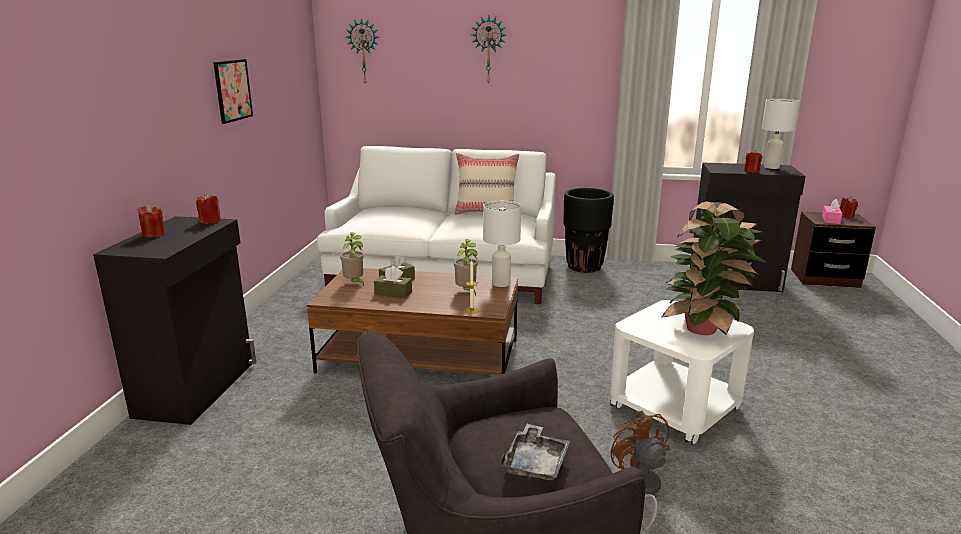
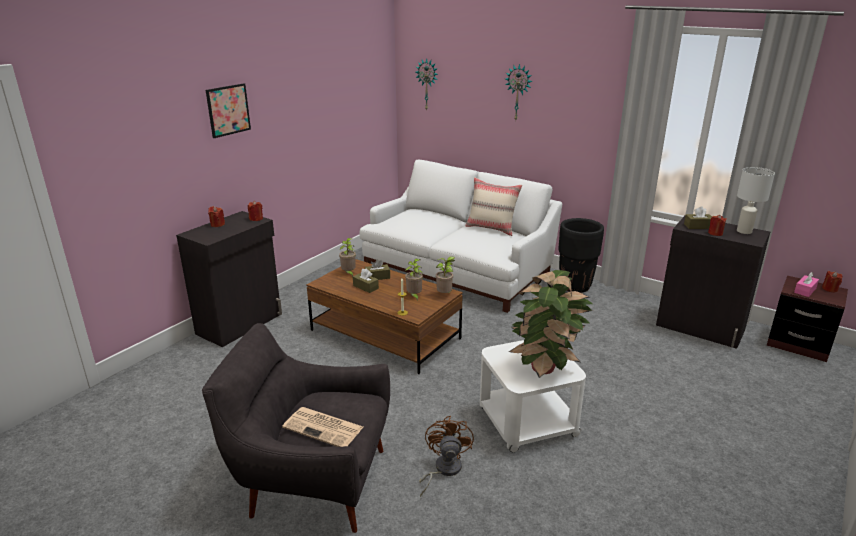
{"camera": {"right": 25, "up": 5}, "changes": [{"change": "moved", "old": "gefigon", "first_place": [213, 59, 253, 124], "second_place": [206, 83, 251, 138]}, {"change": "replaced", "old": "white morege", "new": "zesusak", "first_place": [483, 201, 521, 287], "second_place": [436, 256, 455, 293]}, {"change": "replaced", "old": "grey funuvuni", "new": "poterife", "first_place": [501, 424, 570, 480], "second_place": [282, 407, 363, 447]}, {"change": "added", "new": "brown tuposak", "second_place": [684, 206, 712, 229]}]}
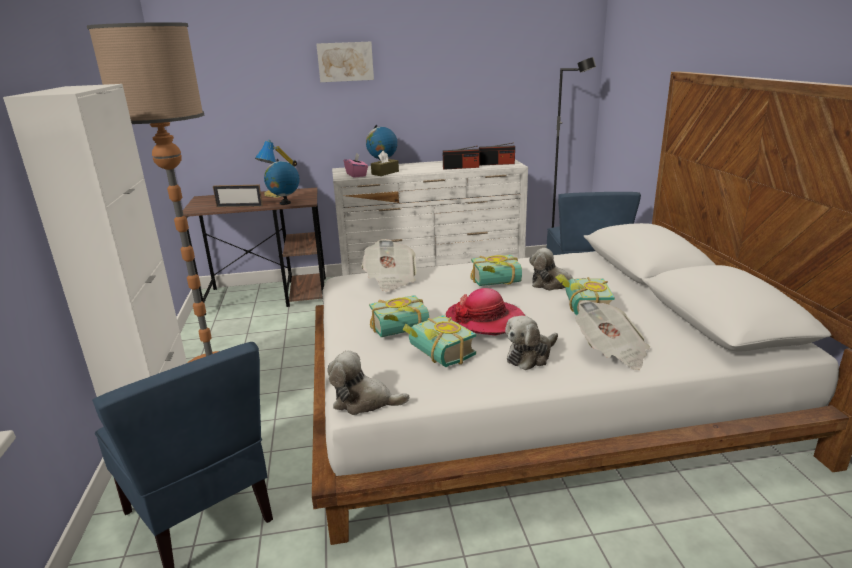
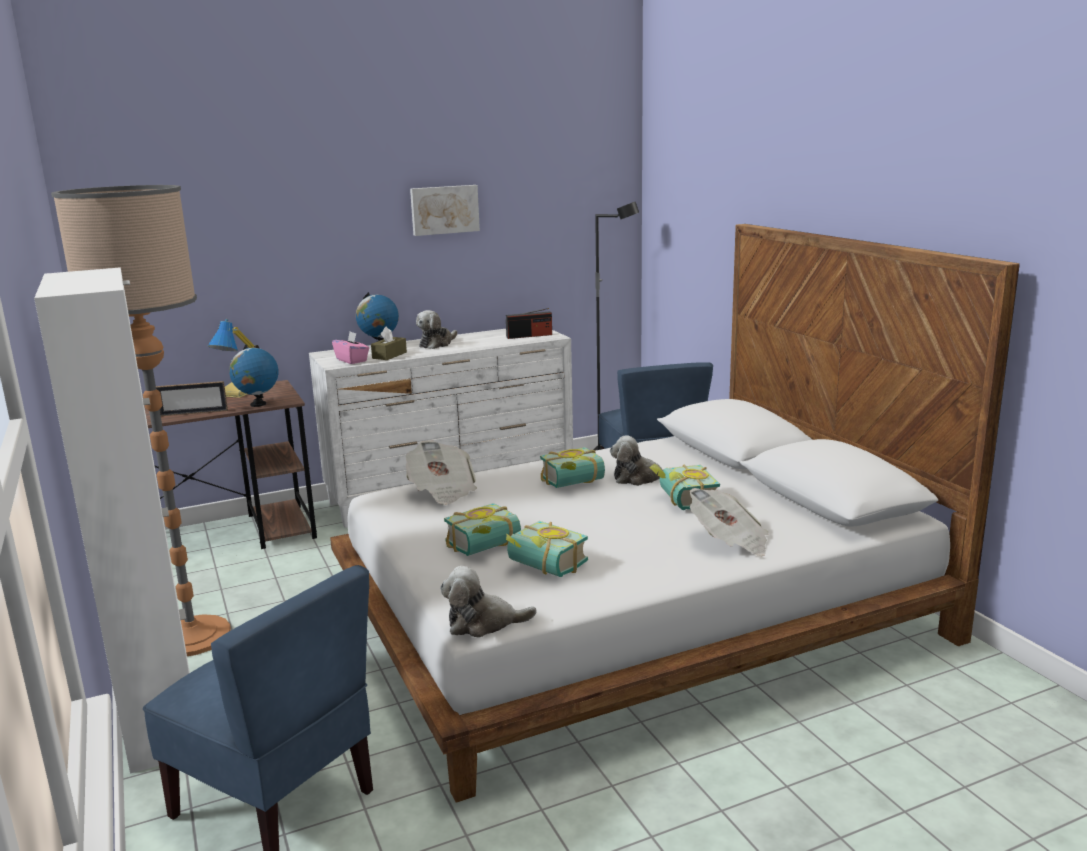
{"camera": {"right": -15, "up": -5}, "changes": [{"change": "moved", "old": "gefigon", "first_place": [316, 42, 374, 82], "second_place": [410, 185, 480, 236]}, {"change": "removed", "old": "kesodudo", "first_place": [443, 146, 479, 170]}, {"change": "removed", "old": "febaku", "first_place": [446, 288, 525, 336]}, {"change": "moved", "old": "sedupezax", "first_place": [505, 316, 558, 370], "second_place": [416, 310, 457, 349]}]}
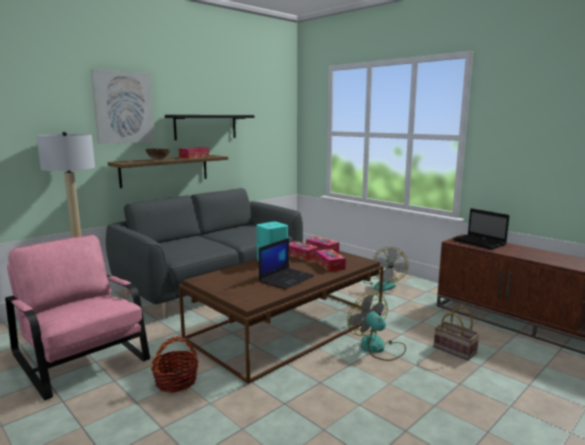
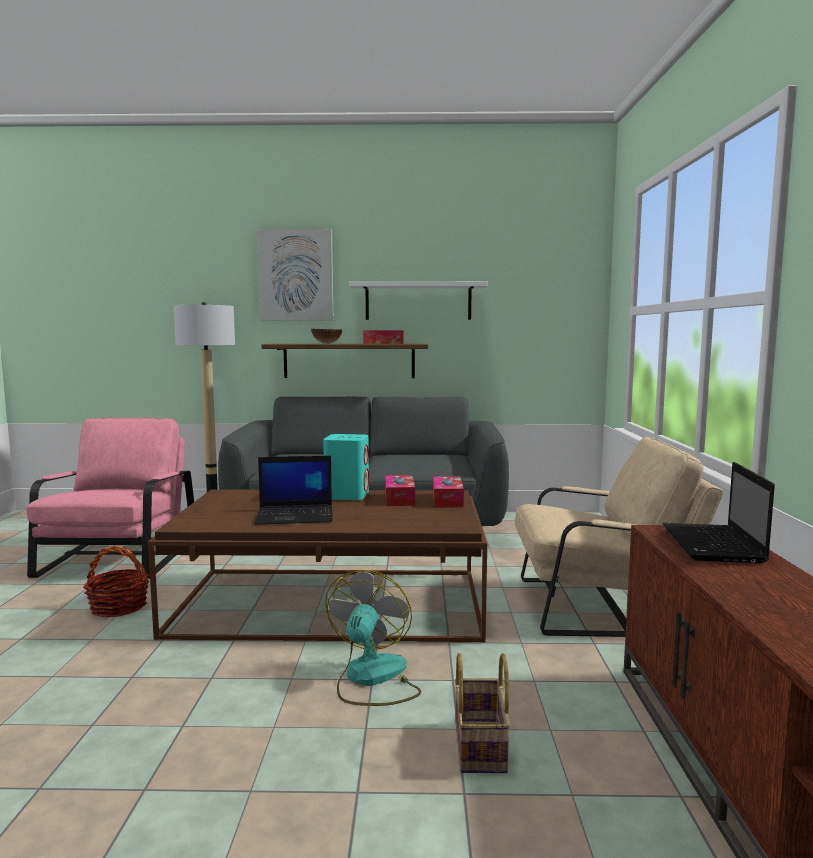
{"camera": {"right": 45, "up": -5}, "changes": [{"change": "recoloured", "old": "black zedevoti", "new": "white zedevoti", "first_place": [165, 115, 254, 140], "second_place": [349, 282, 488, 320]}, {"change": "removed", "old": "tuposak", "first_place": [315, 249, 346, 272]}, {"change": "replaced", "old": "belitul", "new": "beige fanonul", "first_place": [363, 247, 408, 291], "second_place": [515, 436, 723, 637]}]}
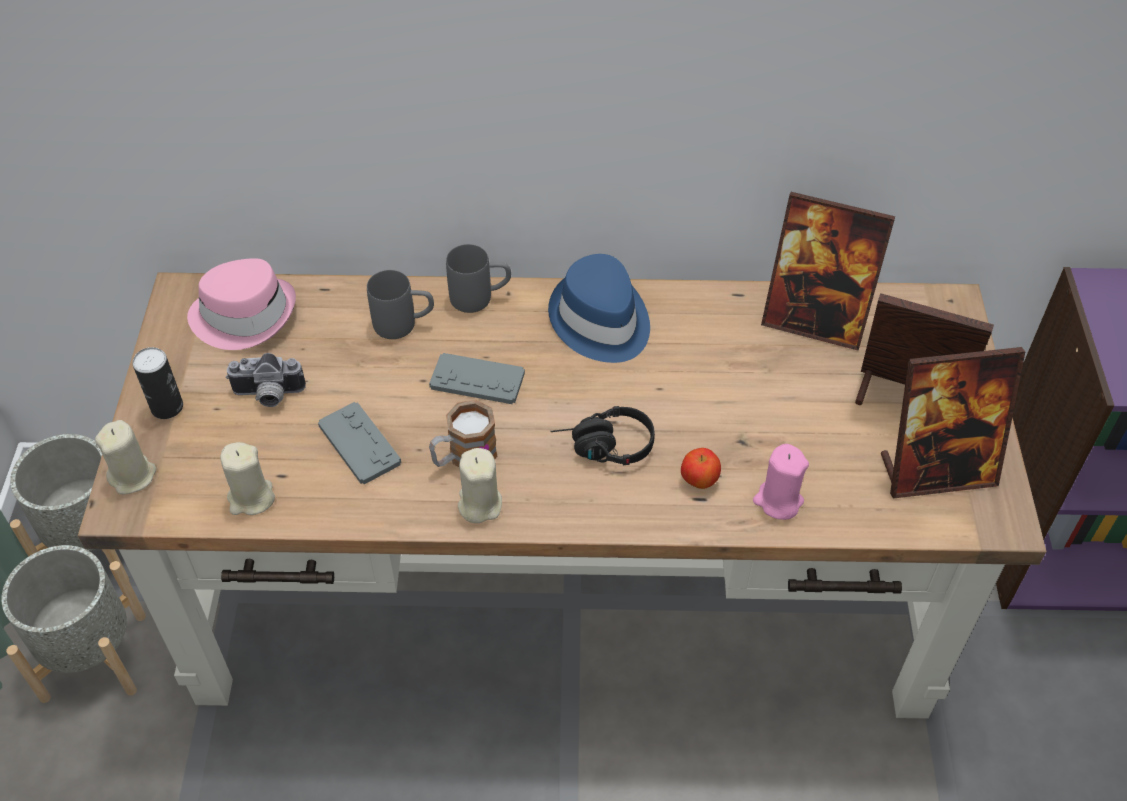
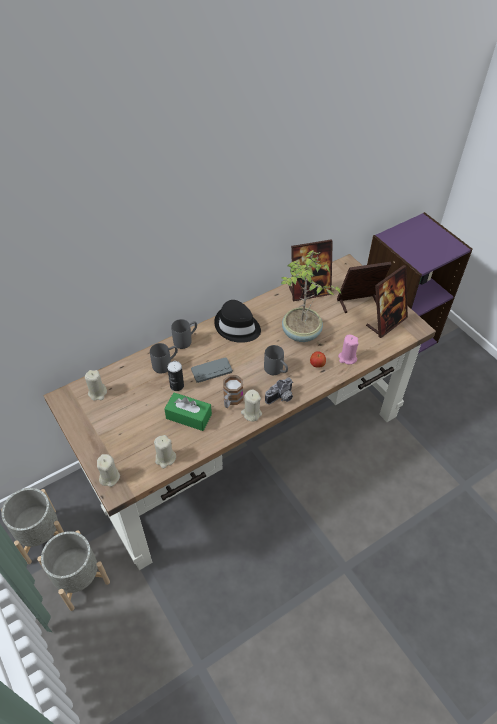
{"camera": {"right": -35, "up": 0}, "changes": [{"change": "moved", "old": "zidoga", "first_place": [132, 347, 183, 419], "second_place": [167, 361, 184, 391]}, {"change": "replaced", "old": "pink febaku", "new": "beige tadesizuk", "first_place": [187, 258, 296, 350], "second_place": [85, 370, 107, 401]}, {"change": "moved", "old": "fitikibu", "first_place": [226, 353, 306, 407], "second_place": [265, 377, 293, 404]}, {"change": "replaced", "old": "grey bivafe", "new": "green tuposak", "first_place": [318, 402, 401, 484], "second_place": [164, 393, 212, 431]}, {"change": "recoloured", "old": "blue febaku", "new": "black febaku", "first_place": [548, 254, 650, 363], "second_place": [214, 300, 261, 343]}, {"change": "replaced", "old": "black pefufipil", "new": "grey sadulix", "first_place": [551, 406, 655, 465], "second_place": [264, 345, 288, 375]}, {"change": "added", "new": "zesusak", "second_place": [281, 250, 341, 342]}]}
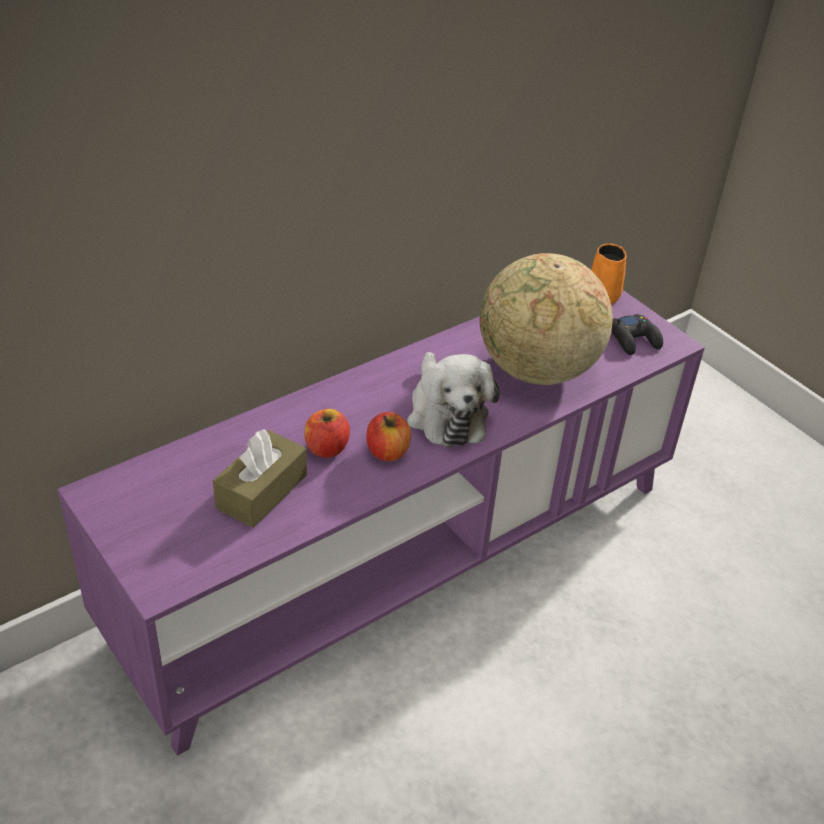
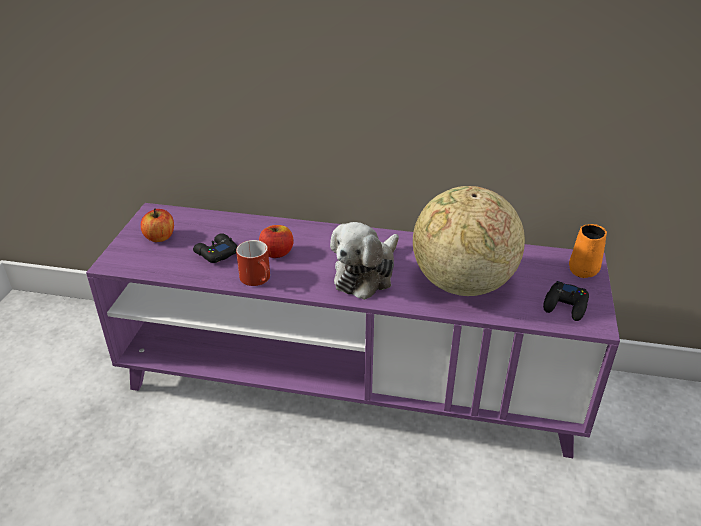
{"camera": {"right": 50, "up": -5}, "changes": [{"change": "replaced", "old": "brown tuposak", "new": "black bivafe", "first_place": [213, 429, 307, 528], "second_place": [193, 233, 237, 263]}, {"change": "moved", "old": "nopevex", "first_place": [366, 412, 411, 461], "second_place": [141, 208, 174, 242]}, {"change": "added", "new": "red sadulix", "second_place": [236, 240, 270, 286]}]}
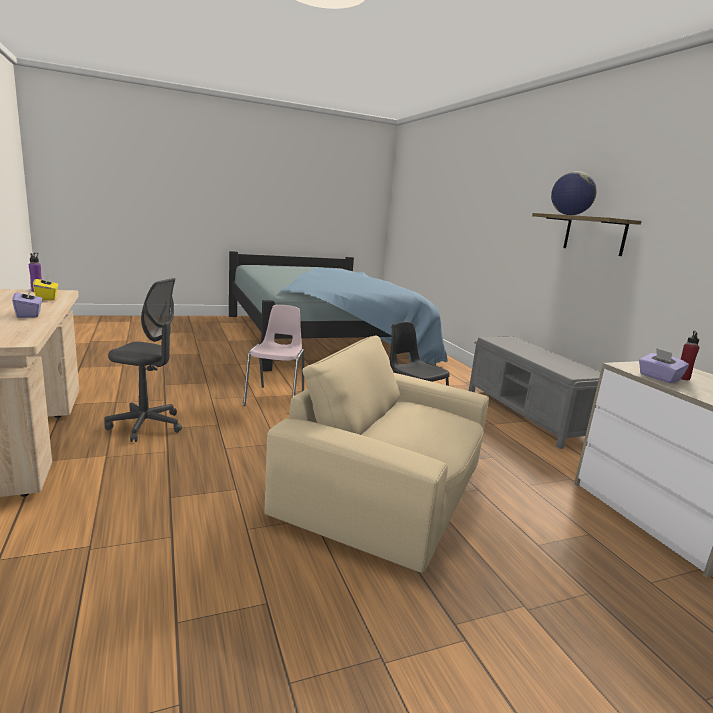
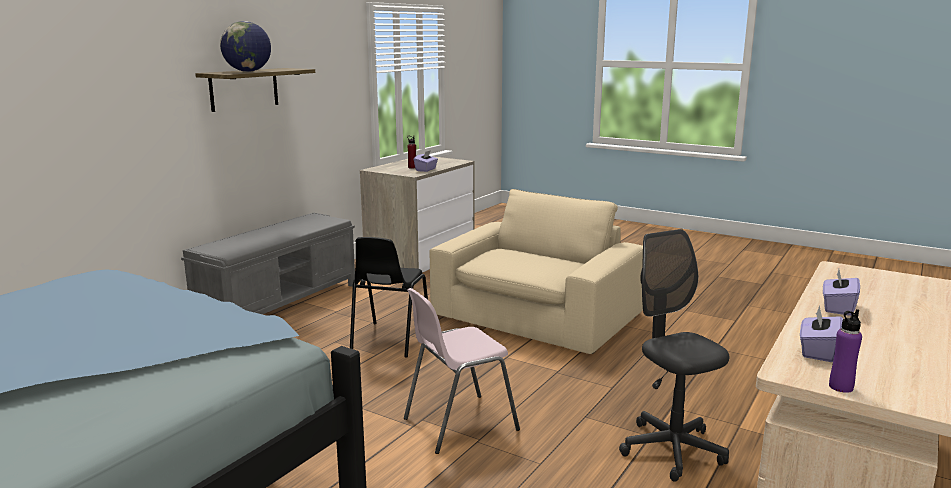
{"camera": {"right": -125, "up": 0}, "changes": [{"change": "recoloured", "old": "yellow tuposak", "new": "purple tuposak", "first_place": [33, 274, 58, 300], "second_place": [800, 305, 843, 362]}, {"change": "turned", "old": "beige fanonul", "first_place": [264, 335, 489, 573], "second_place": [430, 189, 643, 354], "degrees": -135}]}
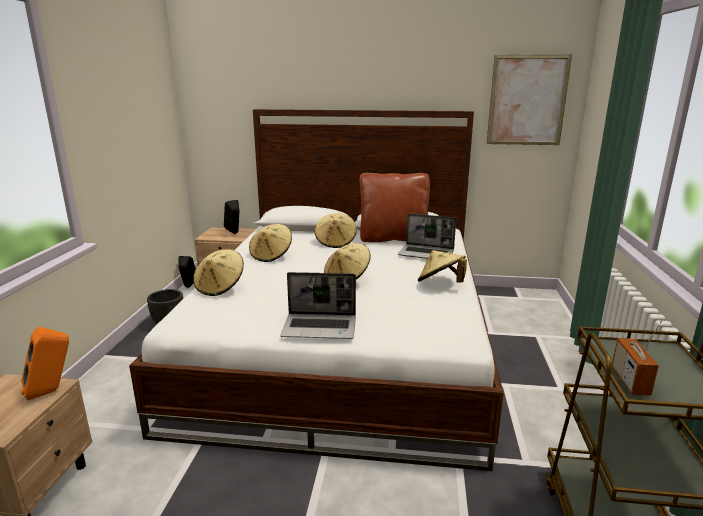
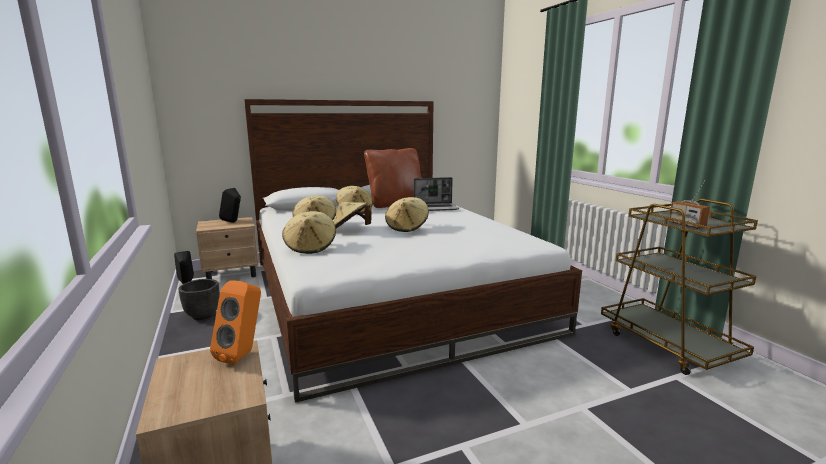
{"camera": {"right": -30, "up": -5}, "changes": [{"change": "removed", "old": "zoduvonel", "first_place": [281, 272, 356, 339]}, {"change": "moved", "old": "beige febaku", "first_place": [418, 250, 467, 283], "second_place": [334, 202, 372, 228]}, {"change": "removed", "old": "gefigon", "first_place": [487, 55, 572, 145]}]}
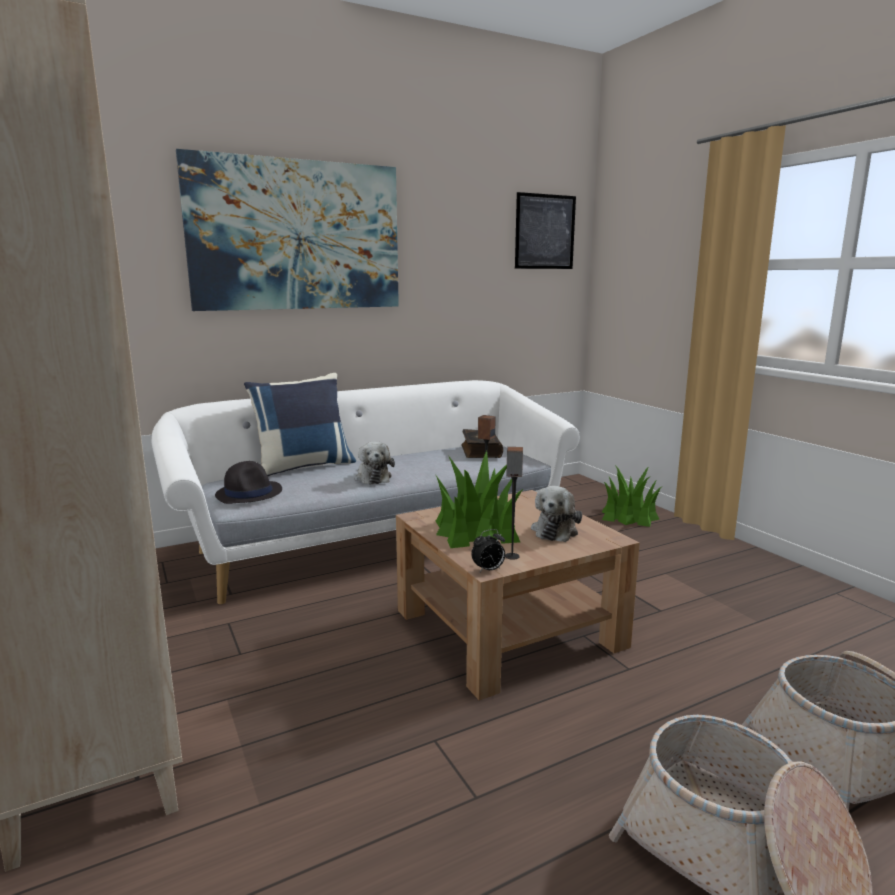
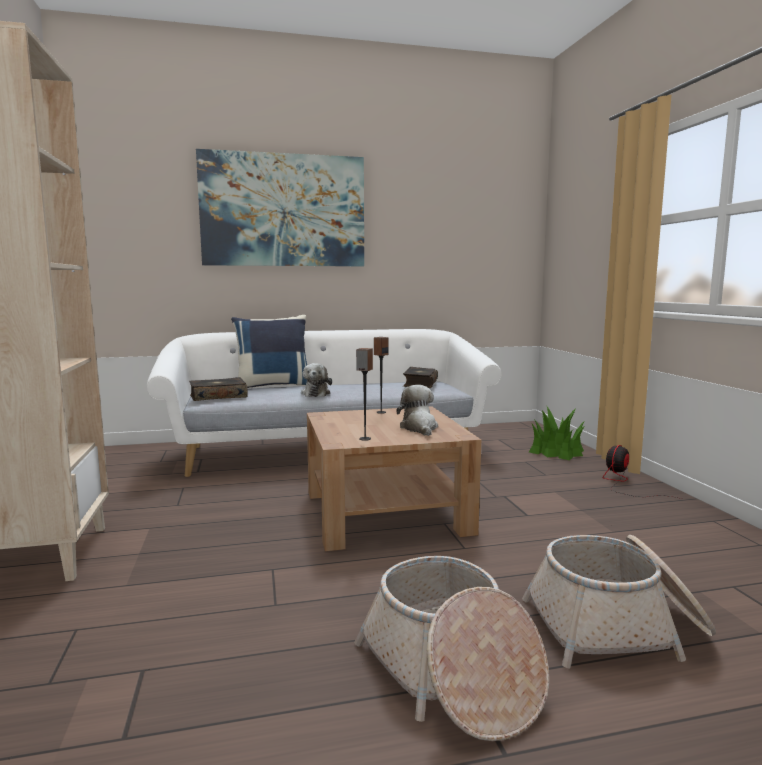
{"camera": {"right": 15, "up": -5}, "changes": [{"change": "replaced", "old": "black febaku", "new": "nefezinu", "first_place": [215, 461, 282, 504], "second_place": [189, 377, 248, 401]}, {"change": "removed", "old": "zesusak", "first_place": [436, 451, 523, 548]}, {"change": "removed", "old": "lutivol", "first_place": [471, 529, 505, 573]}, {"change": "removed", "old": "gefigon", "first_place": [515, 192, 576, 269]}, {"change": "turned", "old": "sedupezax", "first_place": [531, 486, 582, 542], "second_place": [396, 385, 438, 436], "degrees": 135}, {"change": "added", "new": "belitul", "second_place": [603, 445, 682, 499]}]}
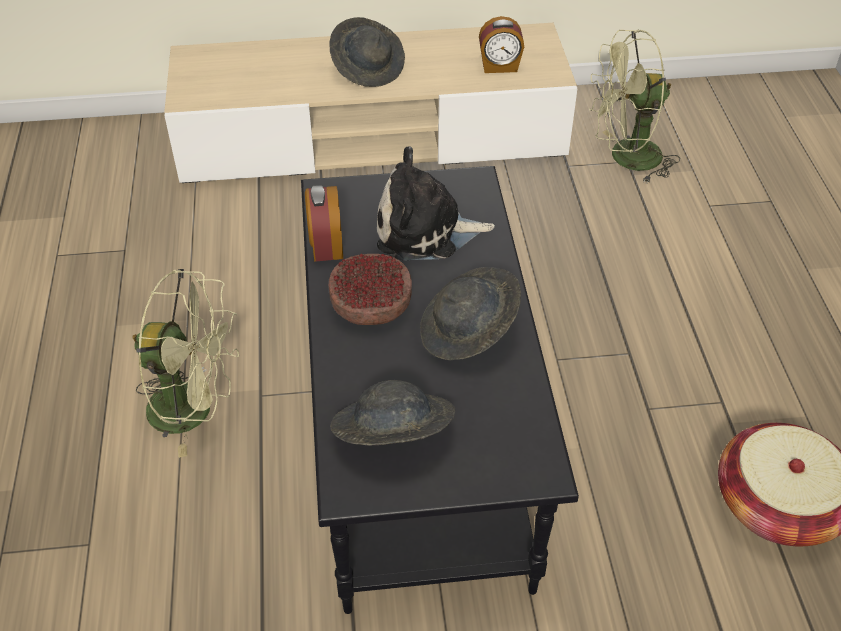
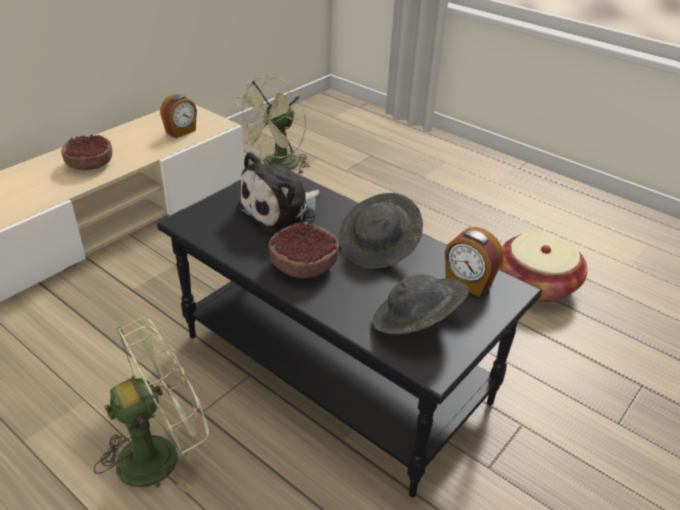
{"camera": {"right": -45, "up": -10}, "changes": [{"change": "moved", "old": "lutivol", "first_place": [305, 185, 343, 262], "second_place": [445, 227, 503, 297]}, {"change": "replaced", "old": "grey febaku", "new": "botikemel", "first_place": [329, 17, 405, 87], "second_place": [61, 135, 112, 170]}]}
